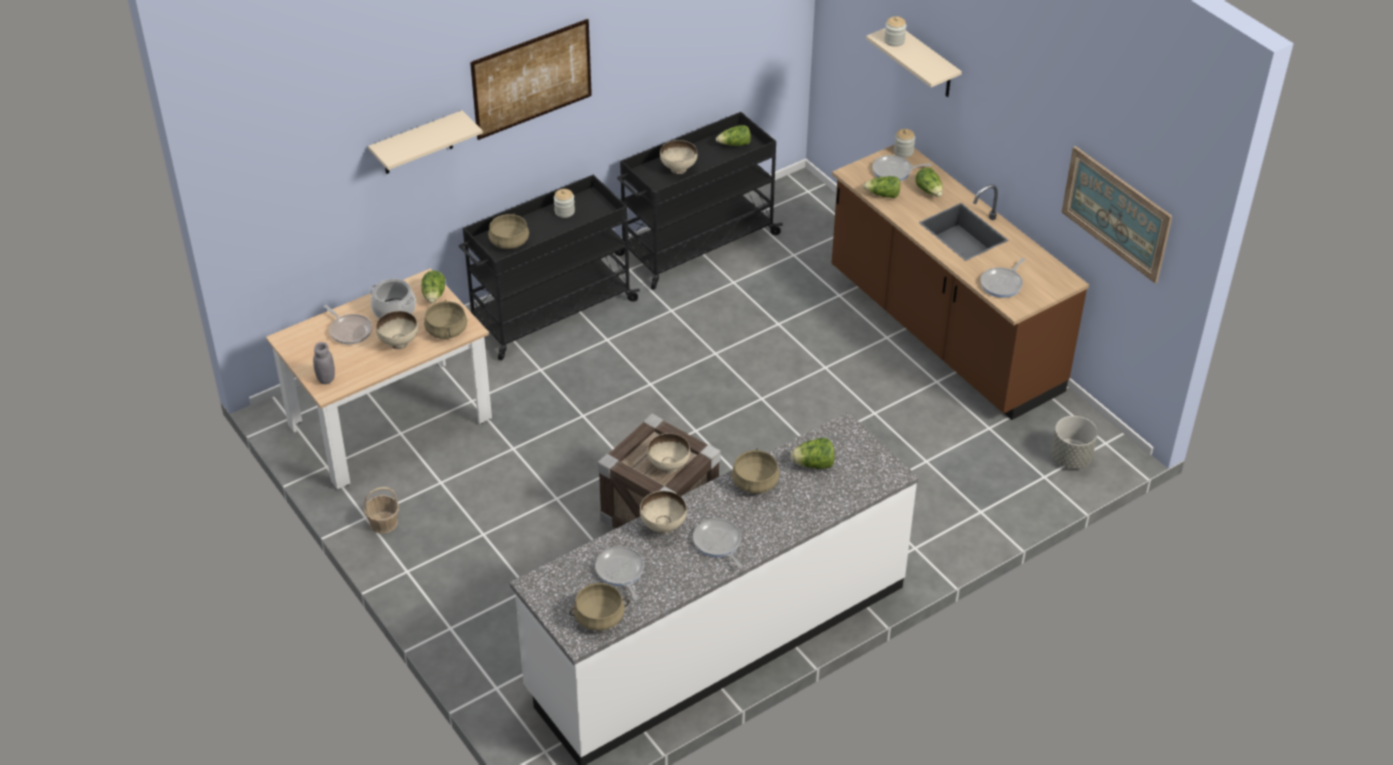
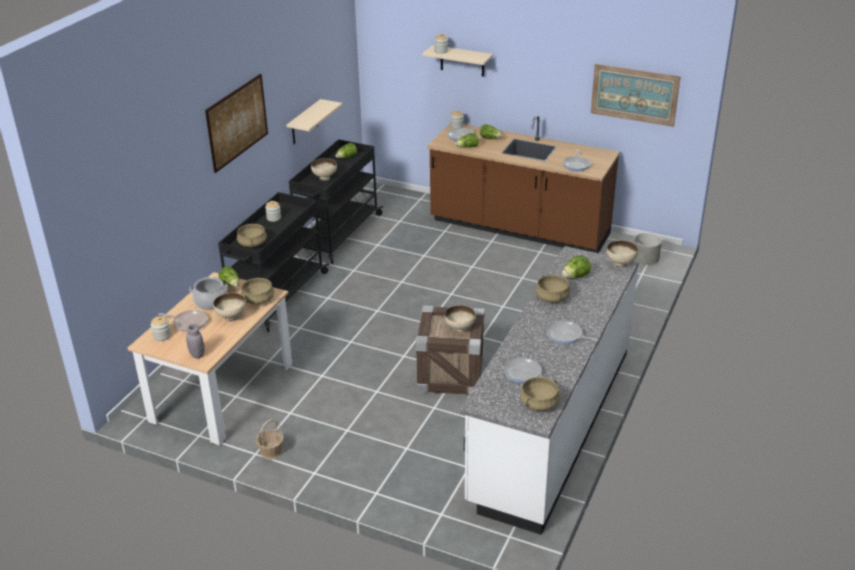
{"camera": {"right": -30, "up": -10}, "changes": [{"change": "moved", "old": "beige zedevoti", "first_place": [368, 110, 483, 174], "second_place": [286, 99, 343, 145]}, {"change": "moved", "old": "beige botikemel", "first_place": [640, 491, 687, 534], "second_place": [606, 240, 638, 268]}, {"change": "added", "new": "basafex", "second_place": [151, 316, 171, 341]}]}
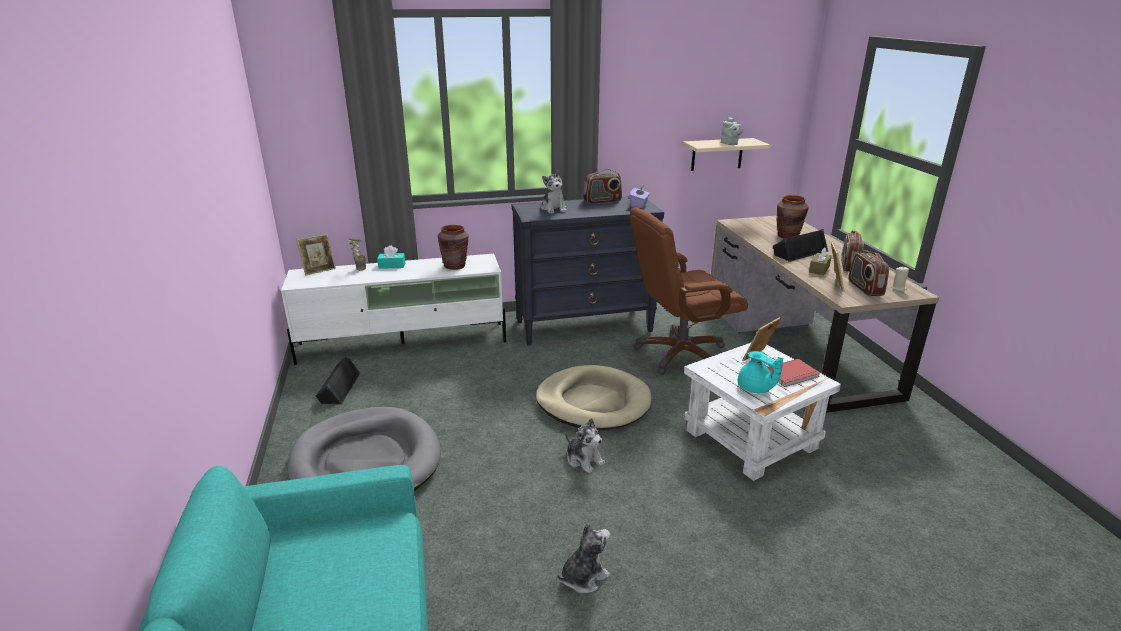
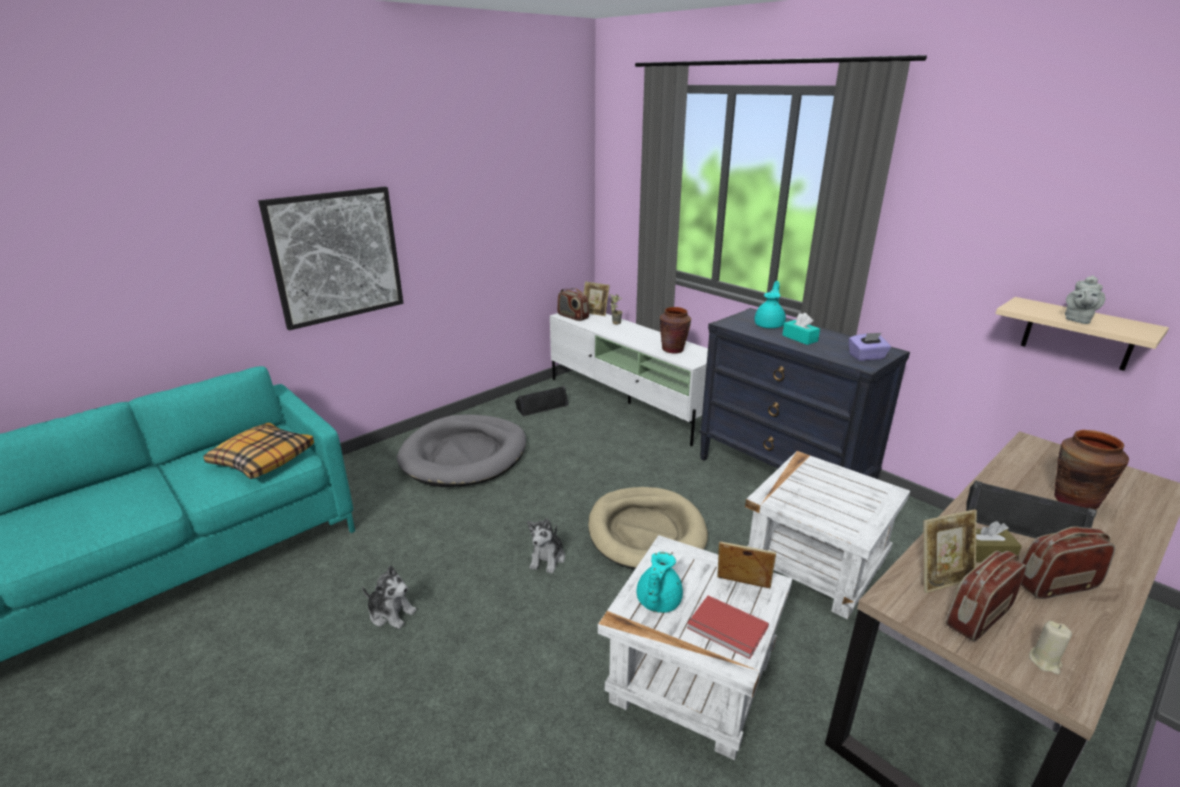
{"camera": {"right": 60, "up": 0}, "changes": [{"change": "moved", "old": "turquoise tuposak", "first_place": [377, 245, 405, 269], "second_place": [782, 313, 820, 345]}, {"change": "replaced", "old": "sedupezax", "new": "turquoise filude", "first_place": [541, 169, 567, 214], "second_place": [755, 281, 786, 328]}, {"change": "moved", "old": "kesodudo", "first_place": [583, 169, 622, 204], "second_place": [557, 288, 589, 321]}, {"change": "replaced", "old": "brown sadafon", "new": "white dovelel", "first_place": [630, 207, 748, 375], "second_place": [745, 451, 910, 619]}, {"change": "added", "new": "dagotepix", "second_place": [203, 422, 314, 479]}, {"change": "added", "new": "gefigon", "second_place": [258, 187, 403, 330]}]}
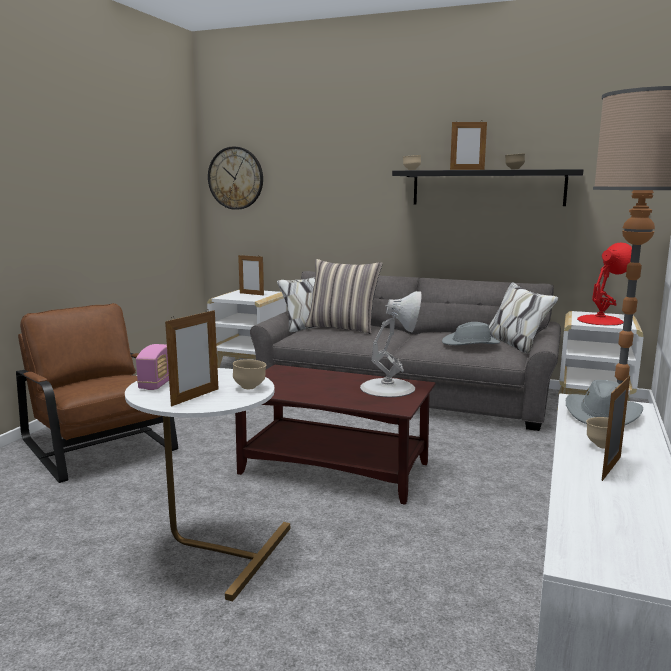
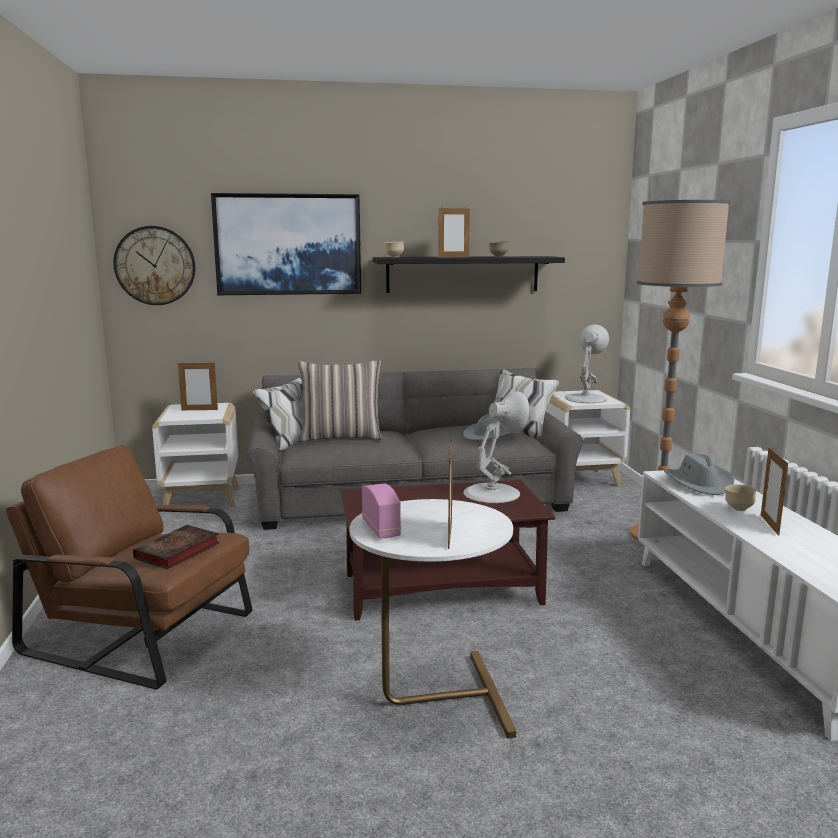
{"camera": {"right": -30, "up": 0}, "changes": [{"change": "removed", "old": "beige botikemel", "first_place": [233, 359, 266, 389]}, {"change": "recoloured", "old": "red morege", "new": "white morege", "first_place": [577, 243, 632, 326], "second_place": [565, 324, 609, 403]}, {"change": "added", "new": "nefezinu", "second_place": [133, 525, 220, 569]}, {"change": "added", "new": "gefigon", "second_place": [211, 193, 361, 295]}]}
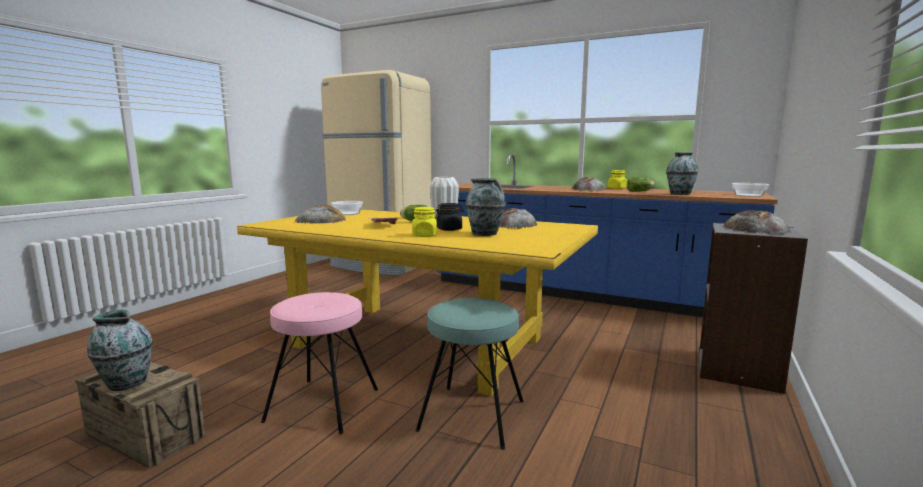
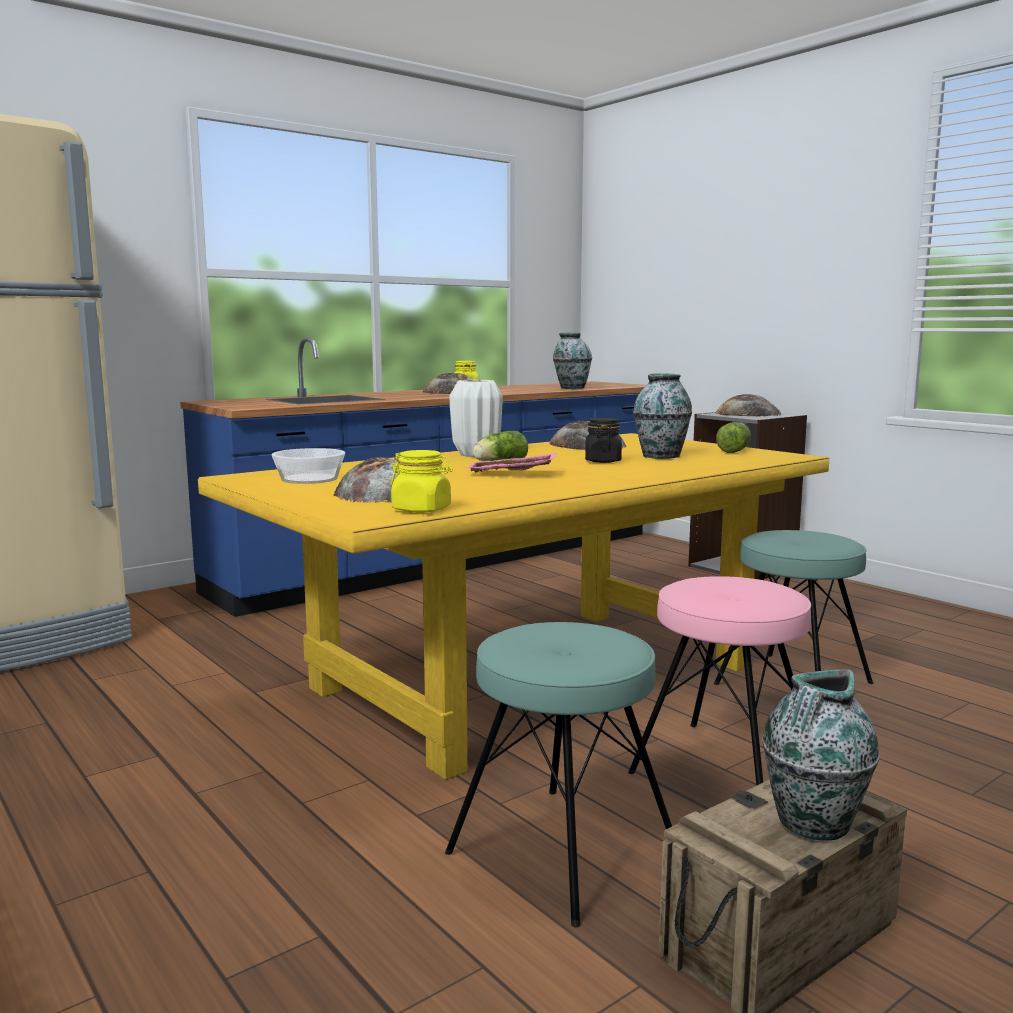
{"camera": {"right": -65, "up": 0}, "changes": [{"change": "moved", "old": "yellow basafex", "first_place": [412, 207, 437, 237], "second_place": [390, 450, 453, 513]}, {"change": "moved", "old": "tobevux", "first_place": [627, 177, 655, 192], "second_place": [716, 422, 751, 453]}, {"change": "removed", "old": "botikemel", "first_place": [732, 183, 769, 197]}, {"change": "added", "new": "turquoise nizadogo", "second_place": [445, 622, 672, 927]}]}
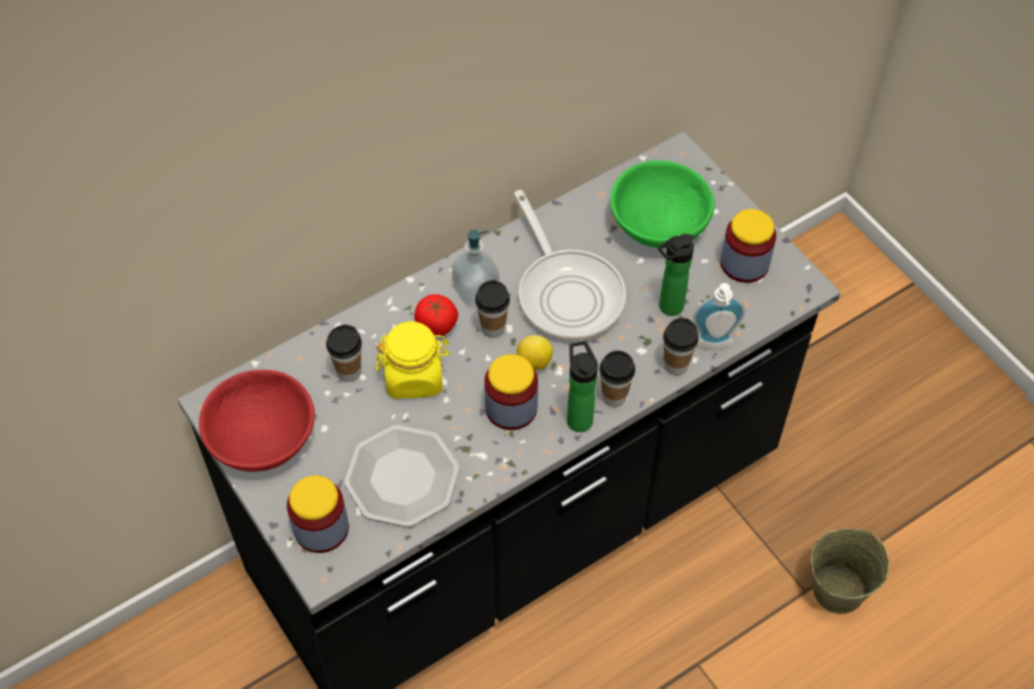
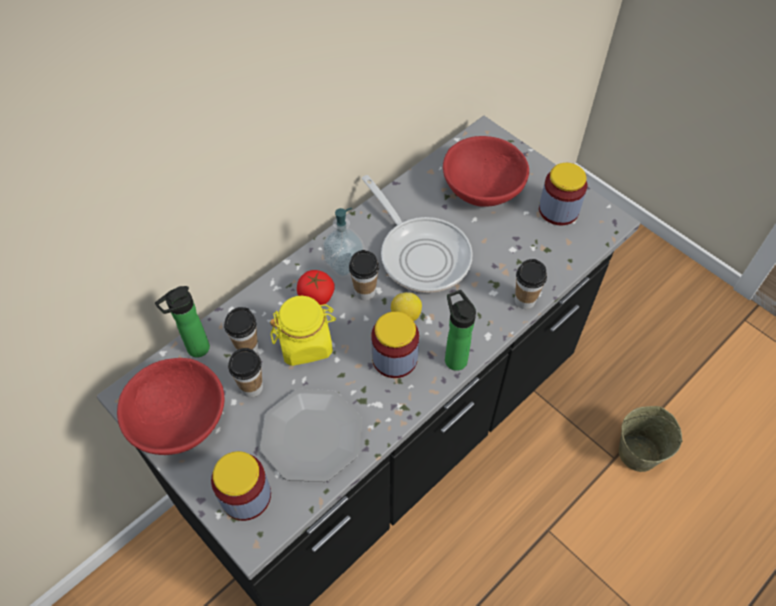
{"camera": {"right": -10, "up": 0}, "changes": [{"change": "moved", "old": "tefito", "first_place": [599, 351, 635, 407], "second_place": [228, 348, 263, 397]}, {"change": "recoloured", "old": "green botikemel", "new": "red botikemel", "first_place": [610, 160, 715, 248], "second_place": [443, 136, 529, 207]}, {"change": "moved", "old": "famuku", "first_place": [658, 234, 694, 316], "second_place": [155, 286, 210, 358]}, {"change": "removed", "old": "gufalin", "first_place": [693, 283, 745, 350]}]}
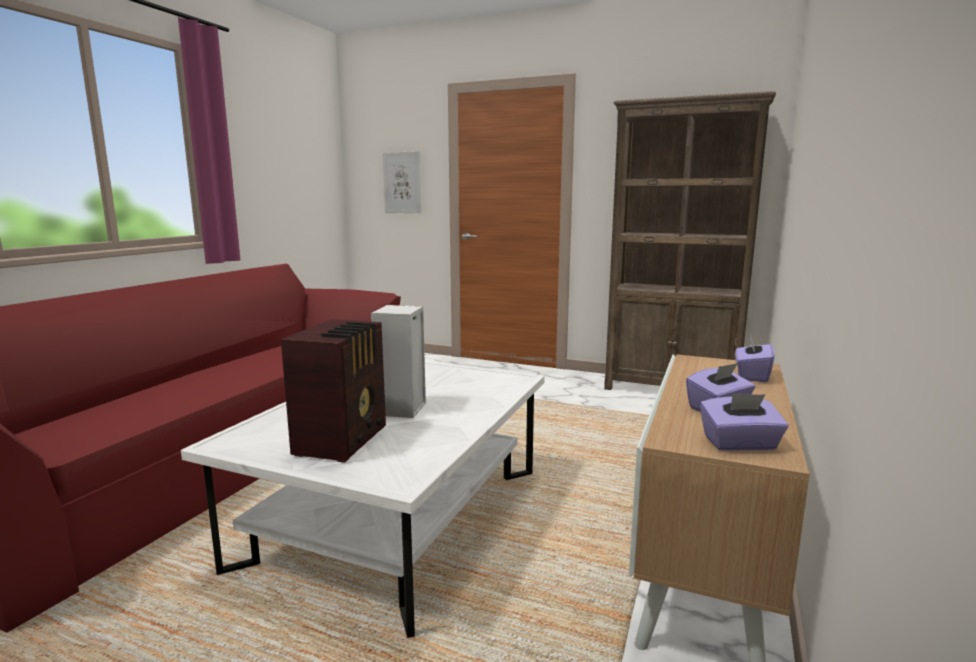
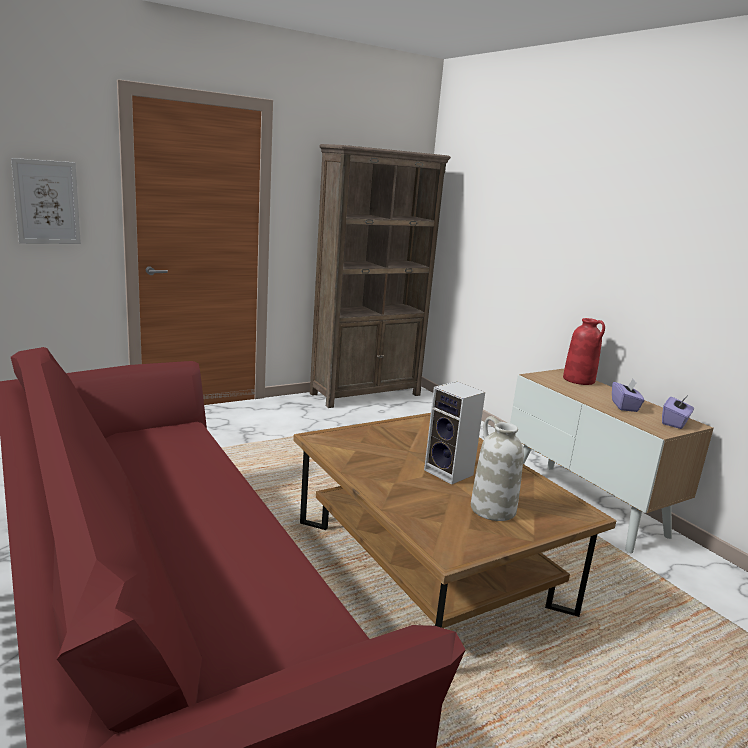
{"camera": {"right": -55, "up": 5}, "changes": [{"change": "recoloured", "old": "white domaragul", "new": "brown domaragul", "first_place": [181, 361, 545, 638], "second_place": [293, 413, 616, 628]}, {"change": "replaced", "old": "kesodudo", "new": "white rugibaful", "first_place": [281, 319, 386, 463], "second_place": [471, 416, 524, 521]}, {"change": "replaced", "old": "purple tuposak", "new": "red rugibaful", "first_place": [735, 336, 775, 383], "second_place": [563, 318, 605, 385]}]}
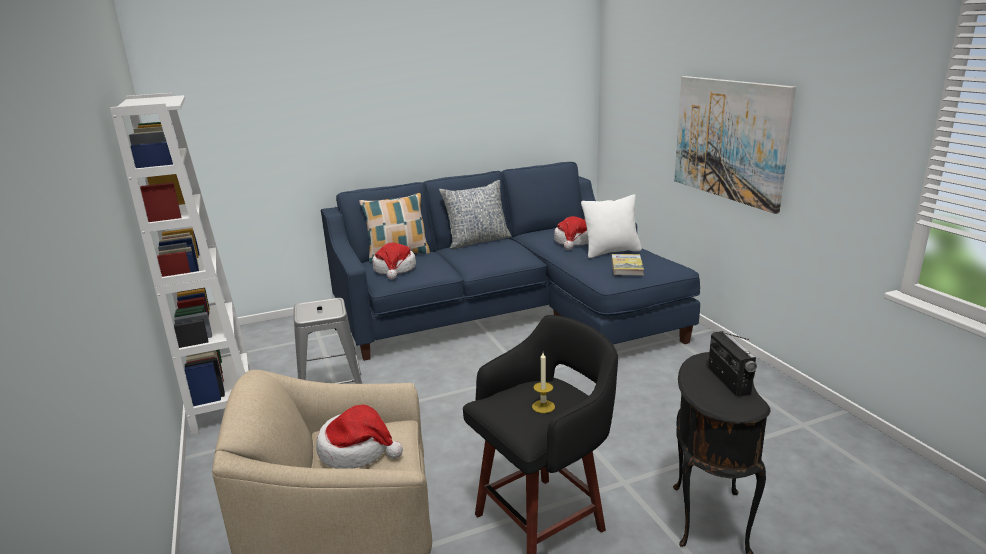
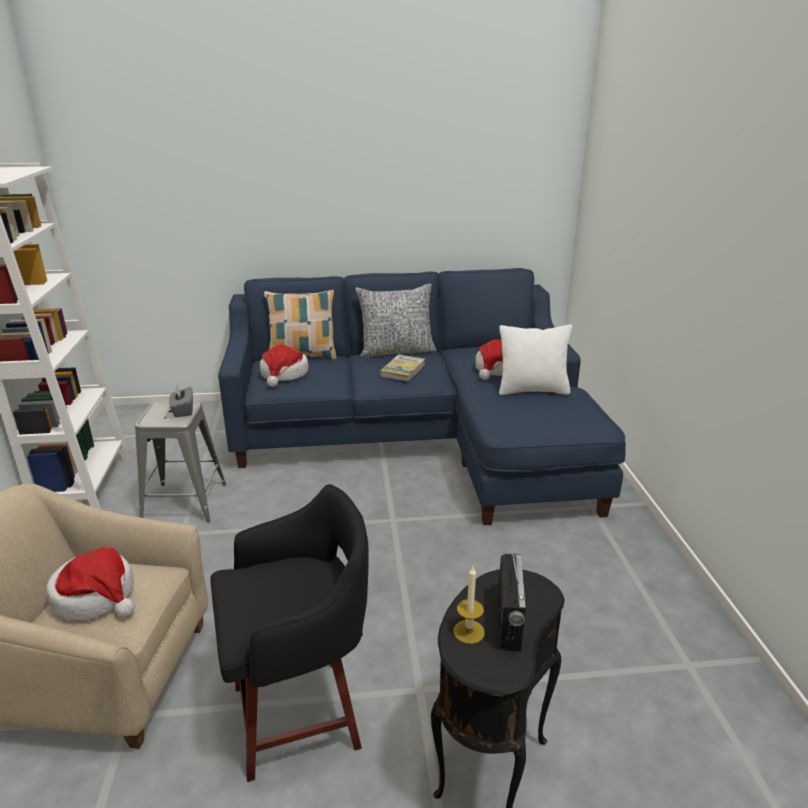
{"camera": {"right": 15, "up": 5}, "changes": [{"change": "moved", "old": "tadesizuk", "first_place": [532, 353, 555, 413], "second_place": [454, 567, 485, 644]}, {"change": "moved", "old": "nefezinu", "first_place": [612, 254, 644, 275], "second_place": [380, 354, 425, 381]}, {"change": "removed", "old": "gefigon", "first_place": [674, 76, 796, 214]}, {"change": "added", "new": "grey tuposak", "second_place": [169, 384, 193, 417]}]}
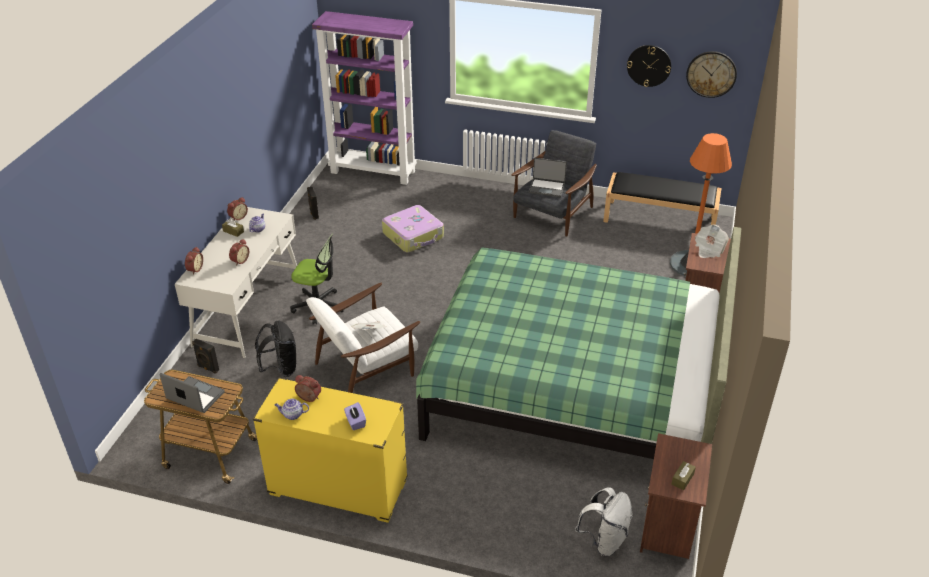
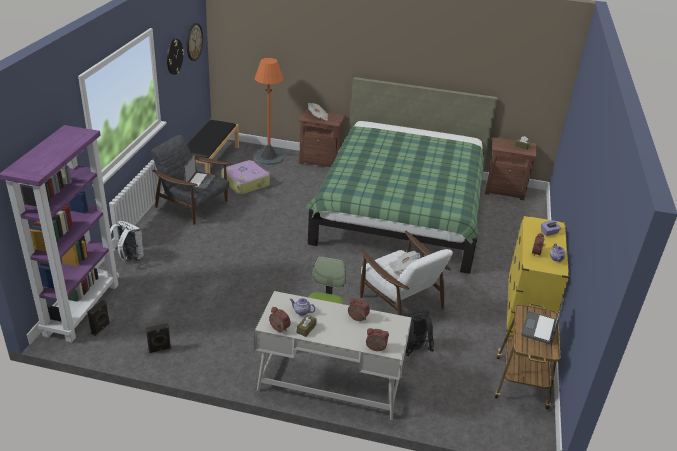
{"camera": {"right": -95, "up": -5}, "changes": [{"change": "moved", "old": "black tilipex", "first_place": [192, 339, 219, 374], "second_place": [87, 300, 110, 336]}, {"change": "moved", "old": "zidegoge", "first_place": [382, 205, 444, 253], "second_place": [221, 160, 270, 195]}, {"change": "moved", "old": "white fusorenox", "first_place": [575, 487, 633, 556], "second_place": [110, 221, 144, 262]}]}
